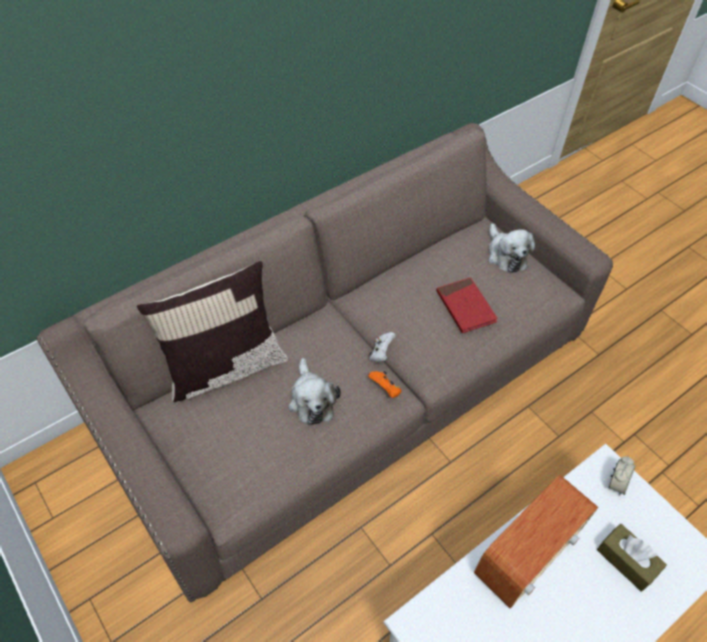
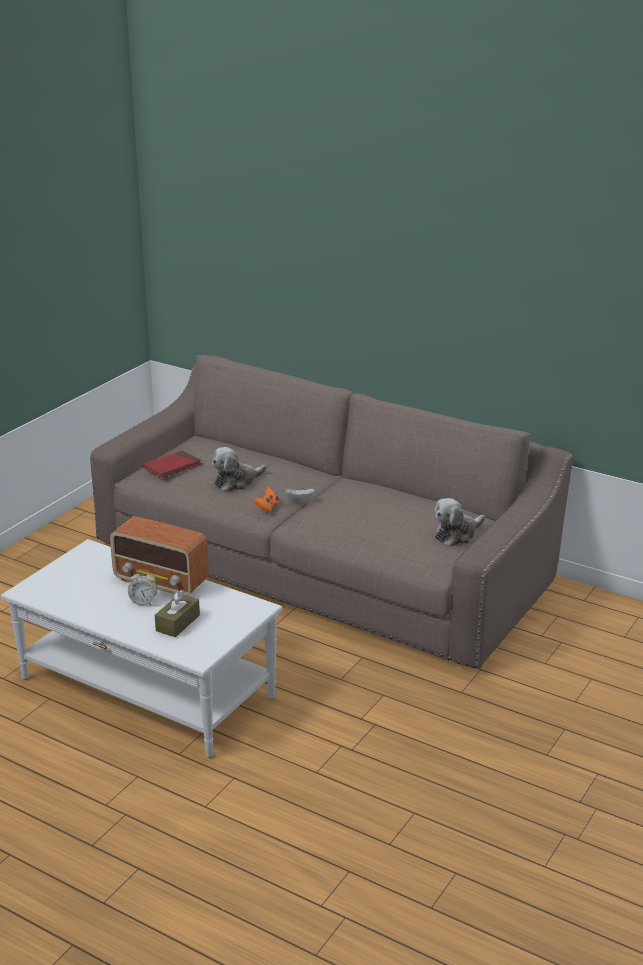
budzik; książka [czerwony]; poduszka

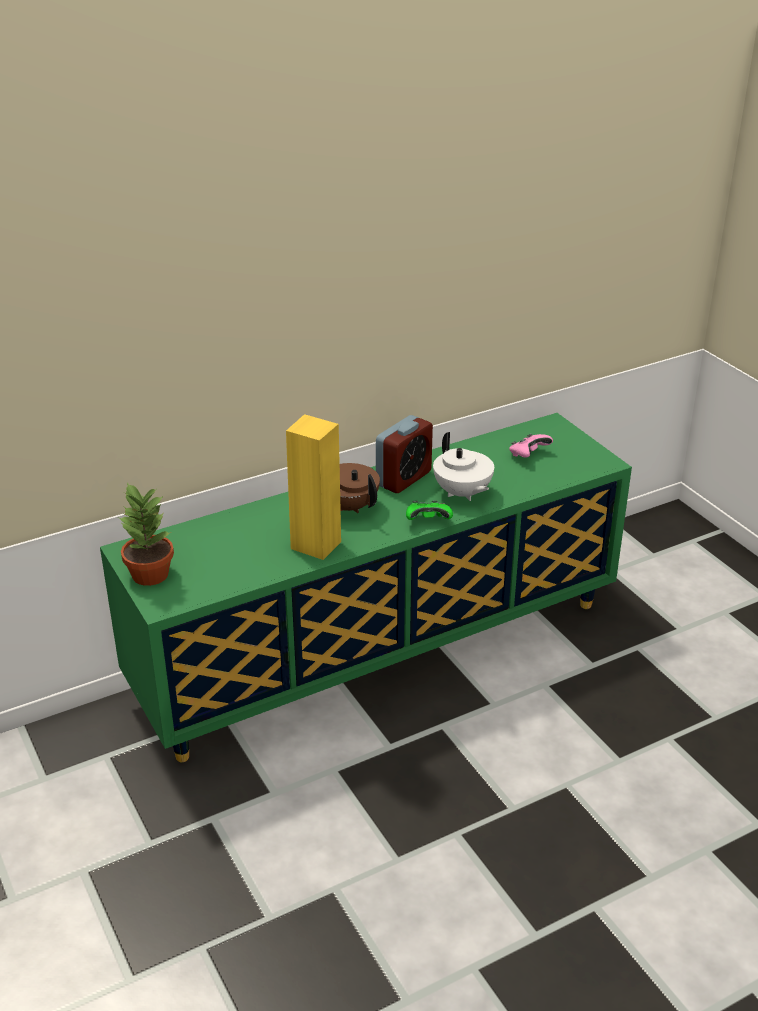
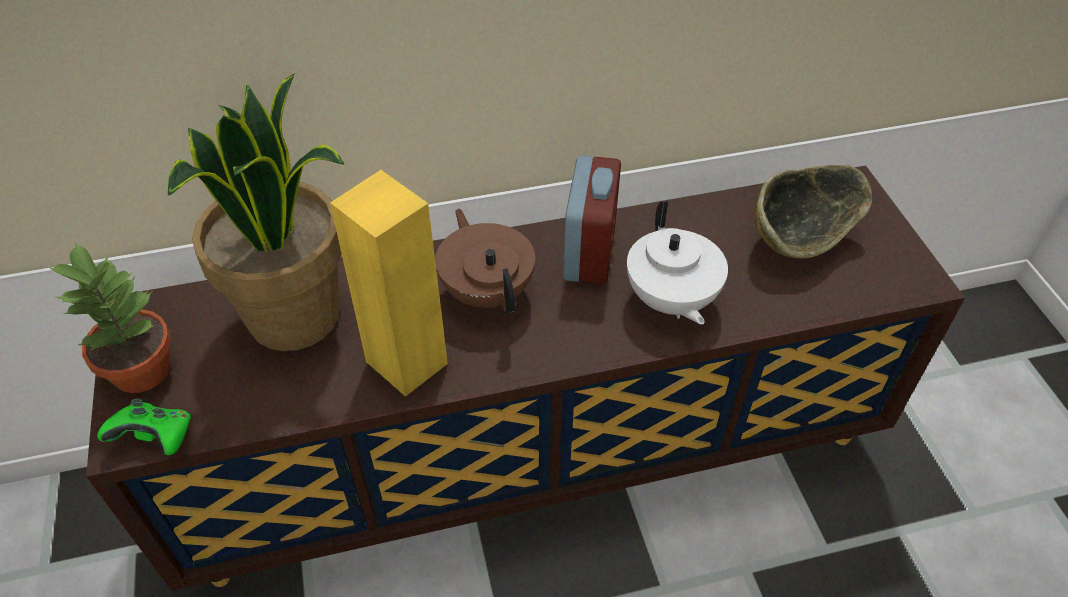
szafka pod telewizor [brązowy]; pad do gier [zielony]; roślina doniczkowa (no. 2 from left); budzik; miska

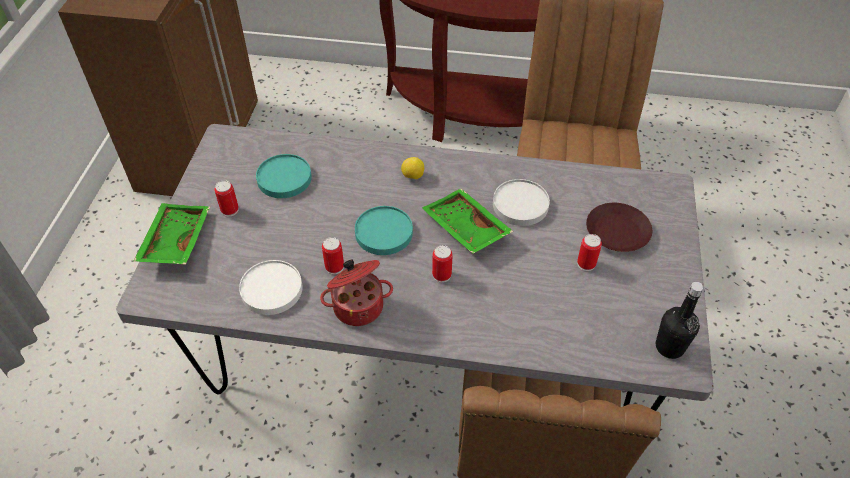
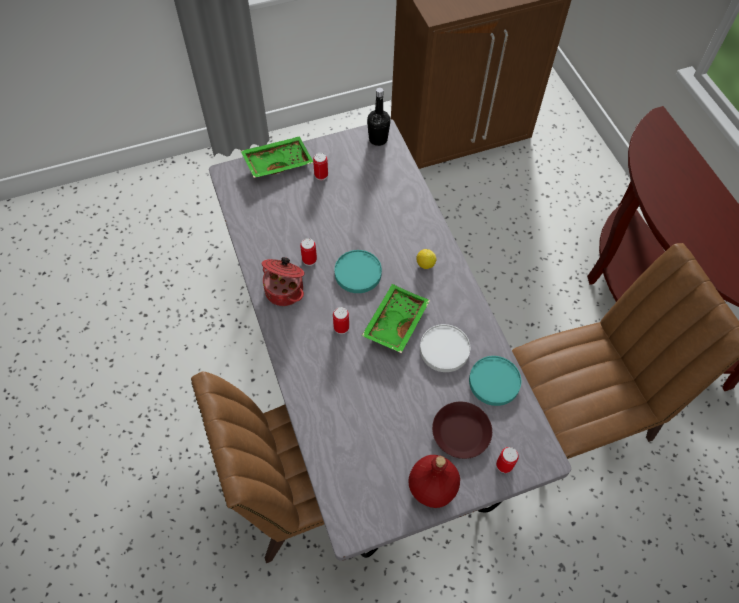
butelka [czarny]; butelka [czerwony]; talerz [turkusowy] (no. 2 from left); puszka (no. 4 from left); talerz [biały] (no. 1 from left in the first image)

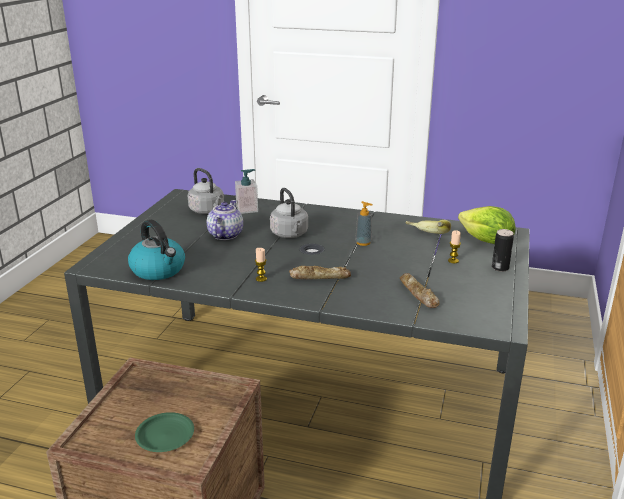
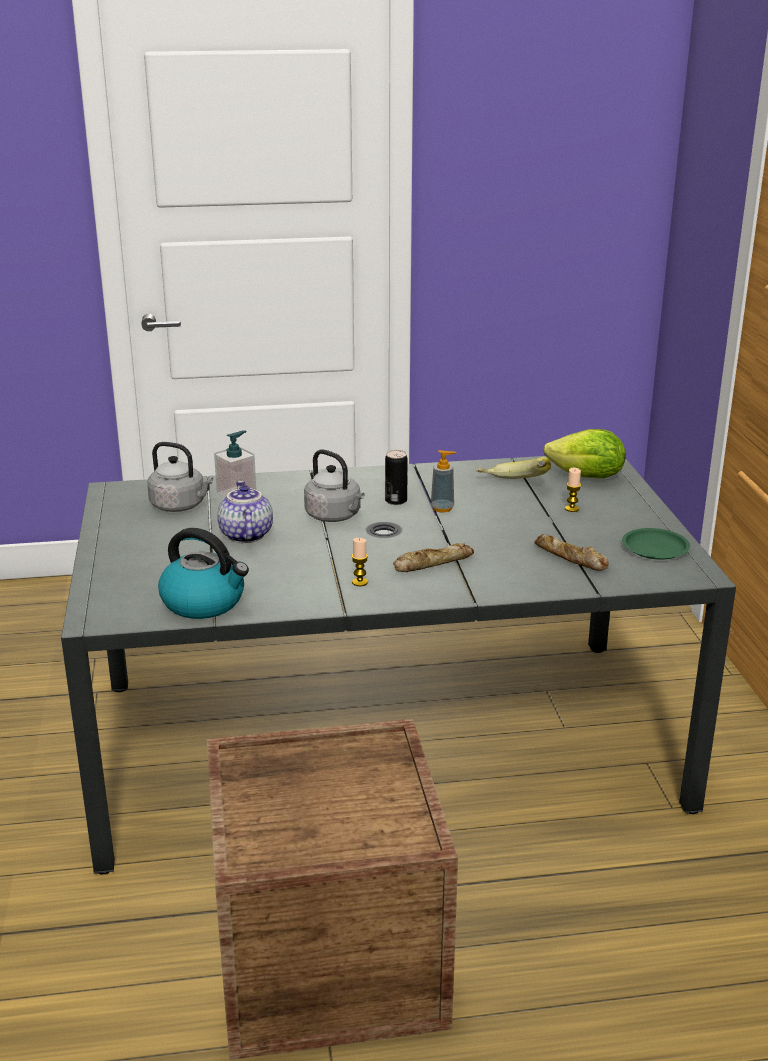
puszka; talerz [zielony]

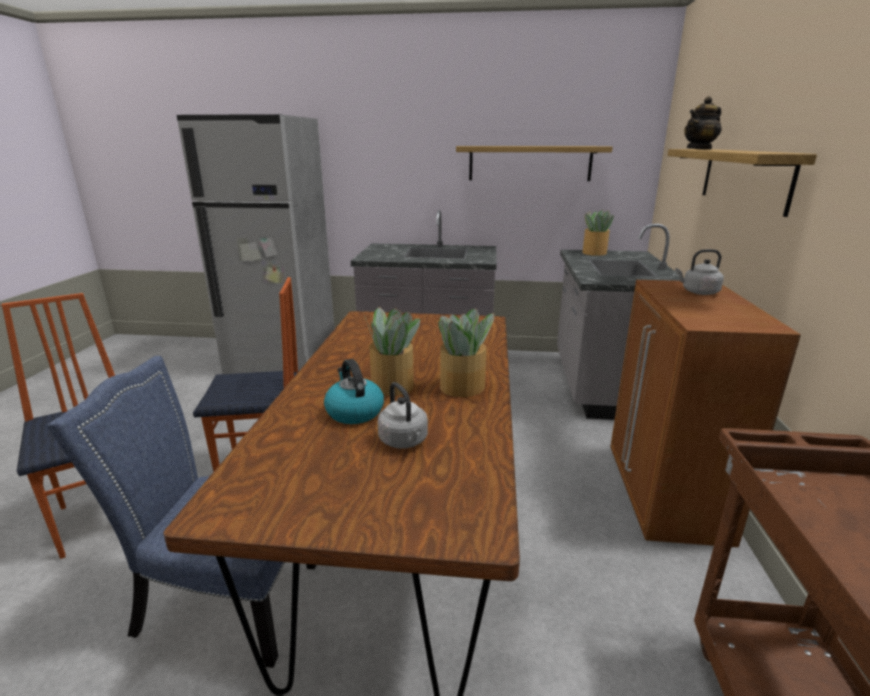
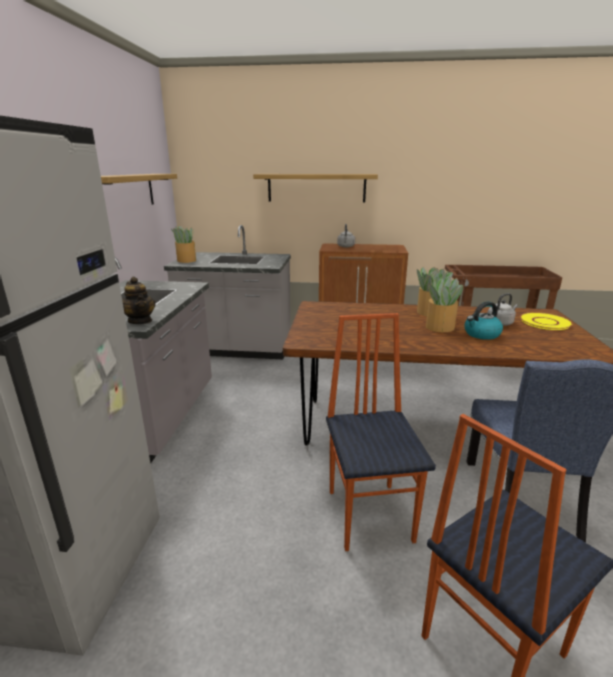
imbryk; talerz [żółty]

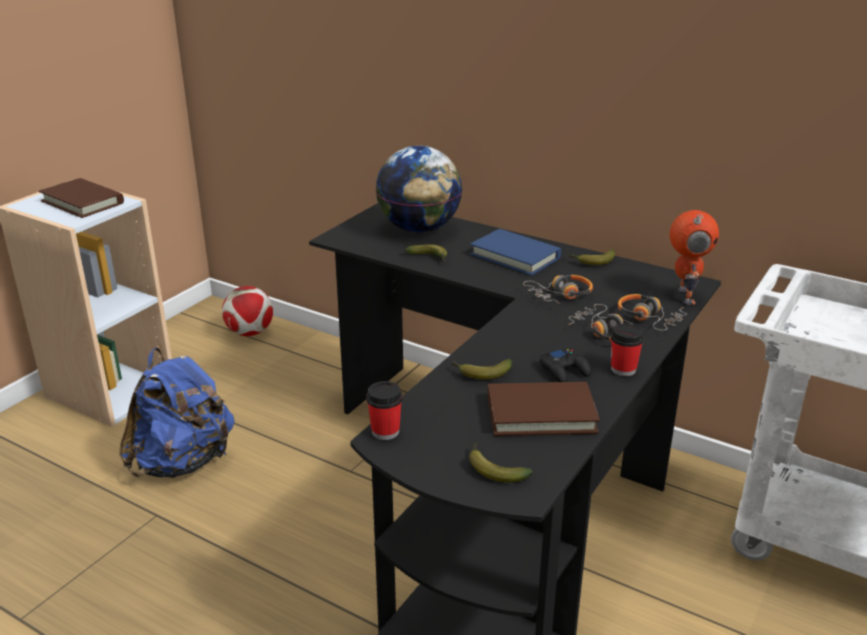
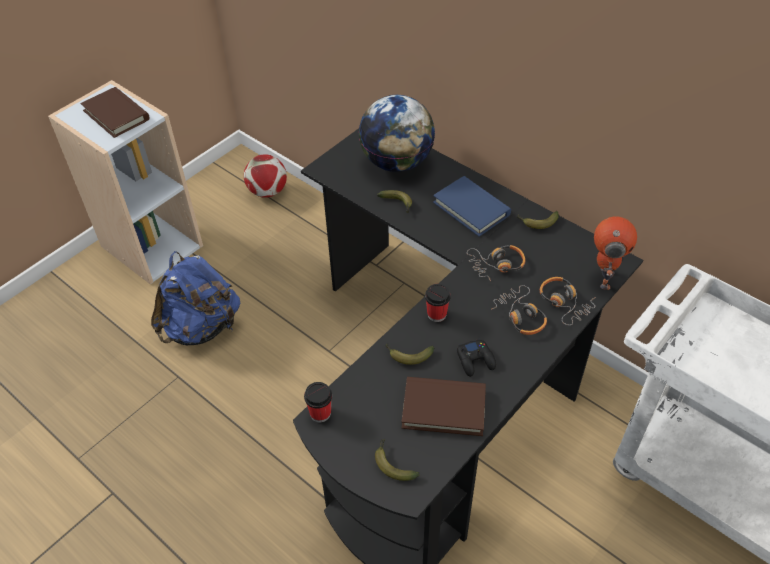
filiżanka (no. 2 from left)

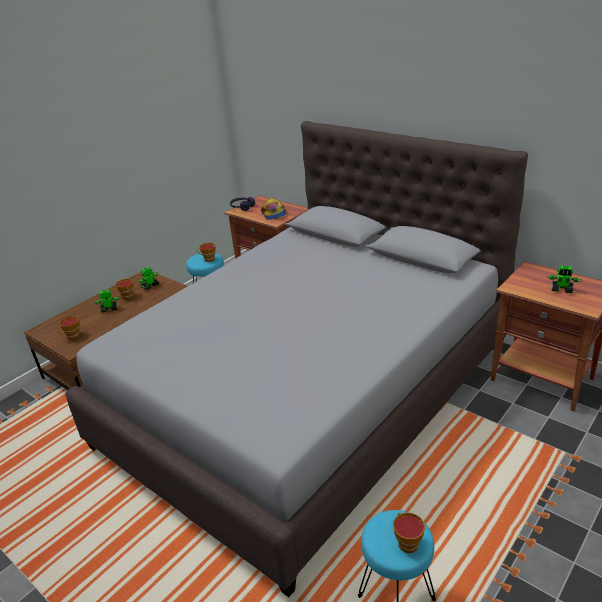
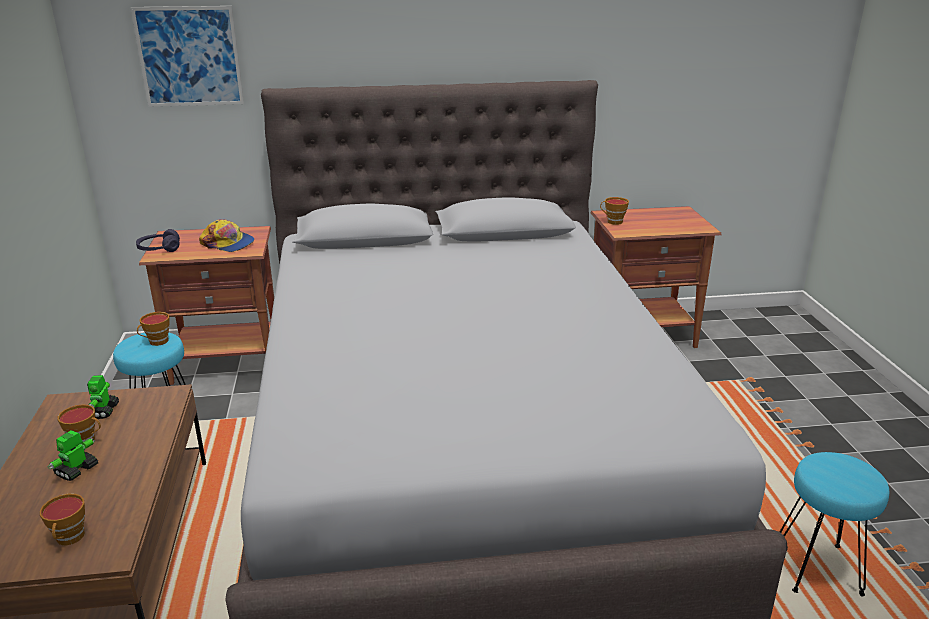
obraz; filiżanka (no. 4 from left); robot zabawkowy (no. 3 from left in the first image)

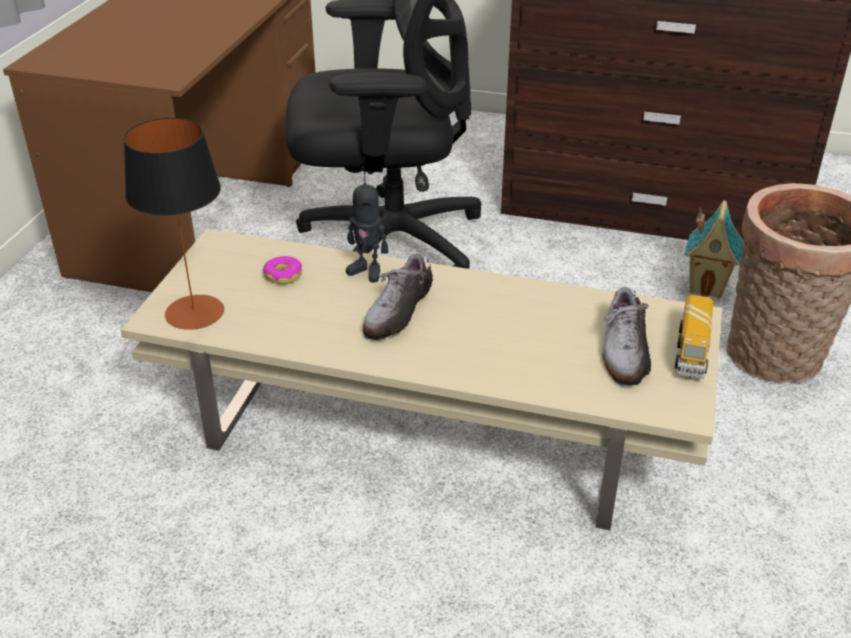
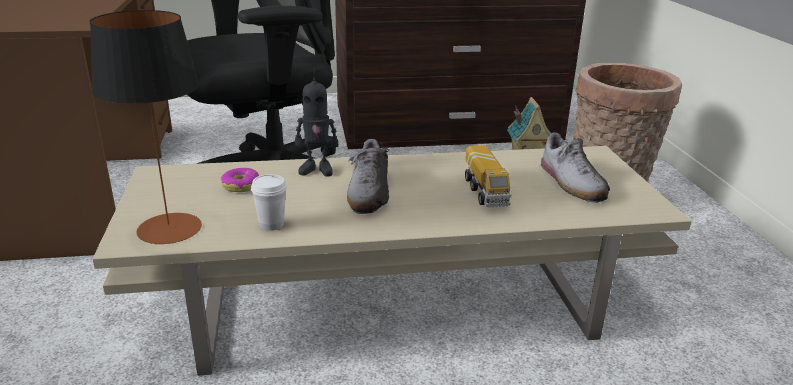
filiżanka [biały]; ciężarówka zabawkowa

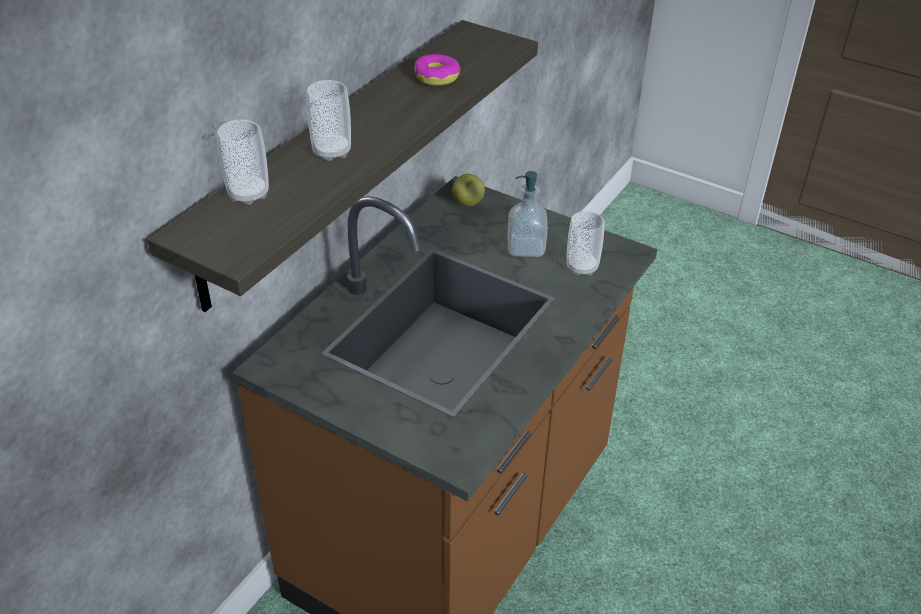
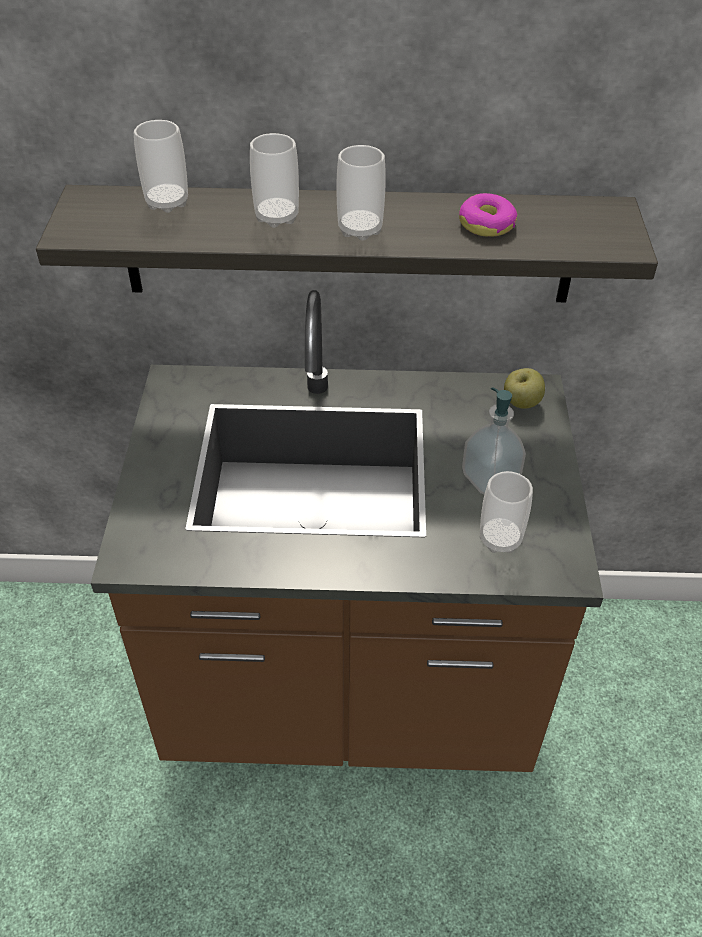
filiżanka (no. 3 from left)

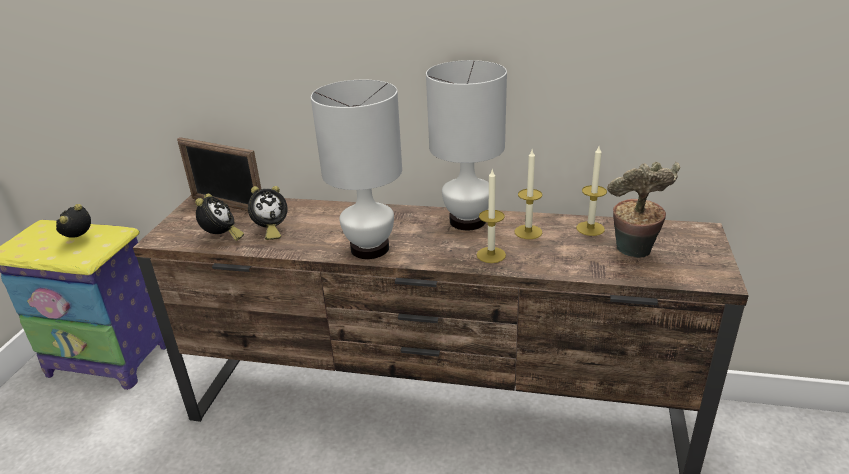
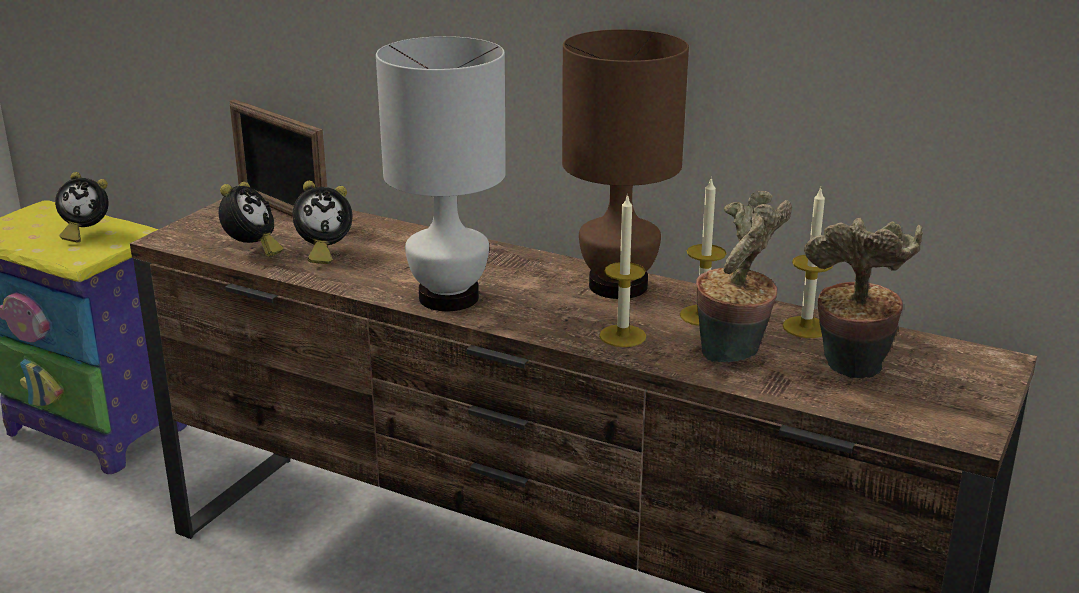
budzik (no. 1 from left); lampa stołowa [brązowy]; roślina doniczkowa (no. 1 from left)

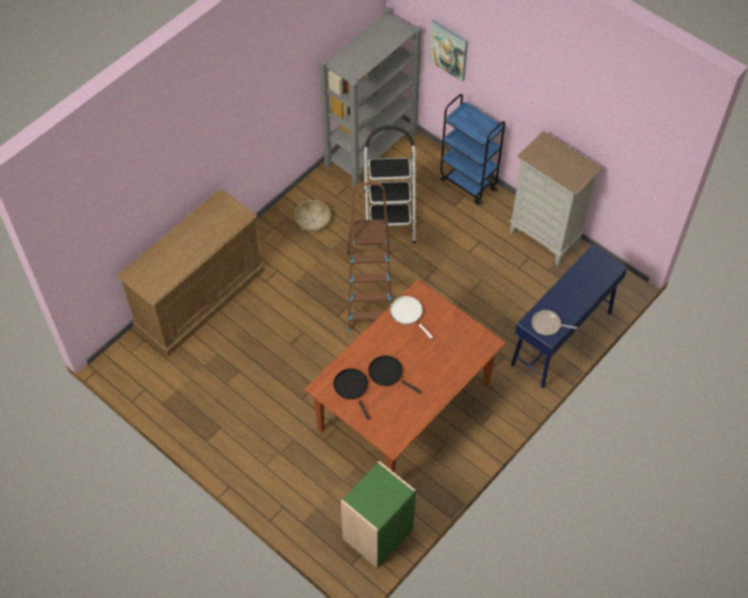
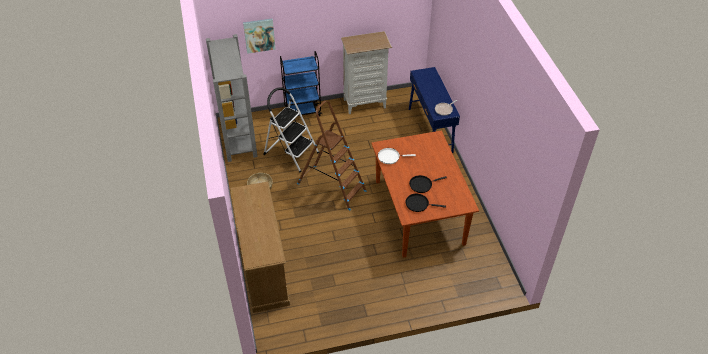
regał [zielony]

